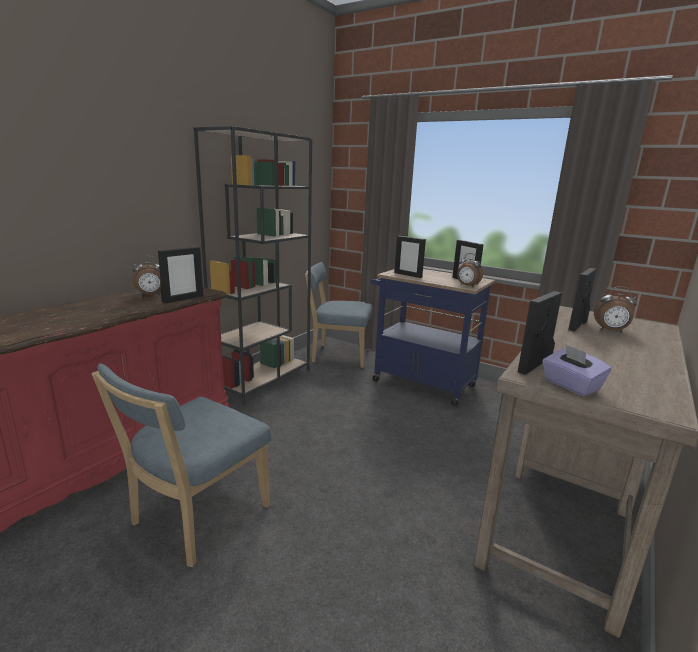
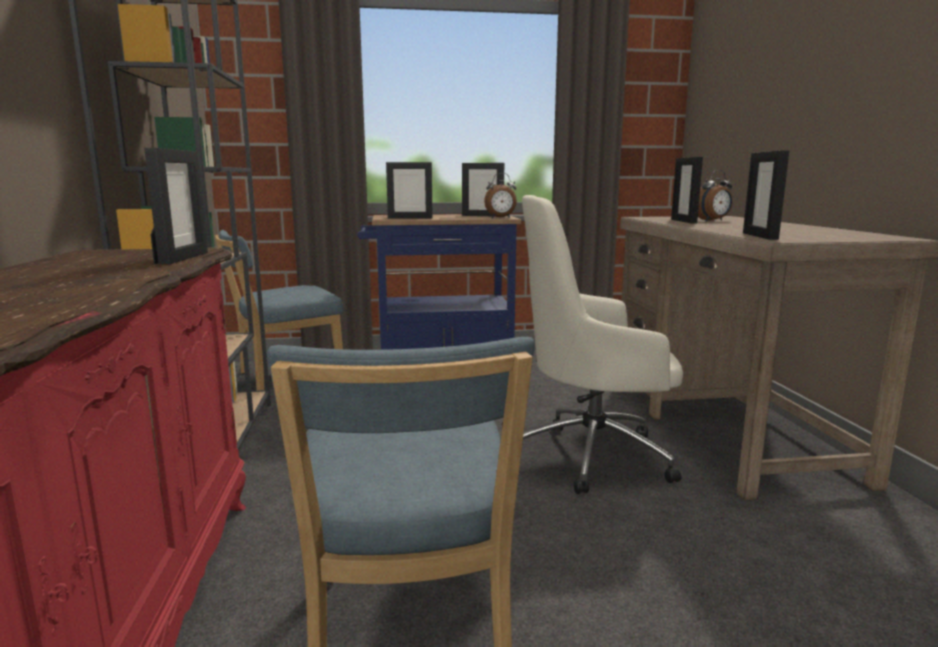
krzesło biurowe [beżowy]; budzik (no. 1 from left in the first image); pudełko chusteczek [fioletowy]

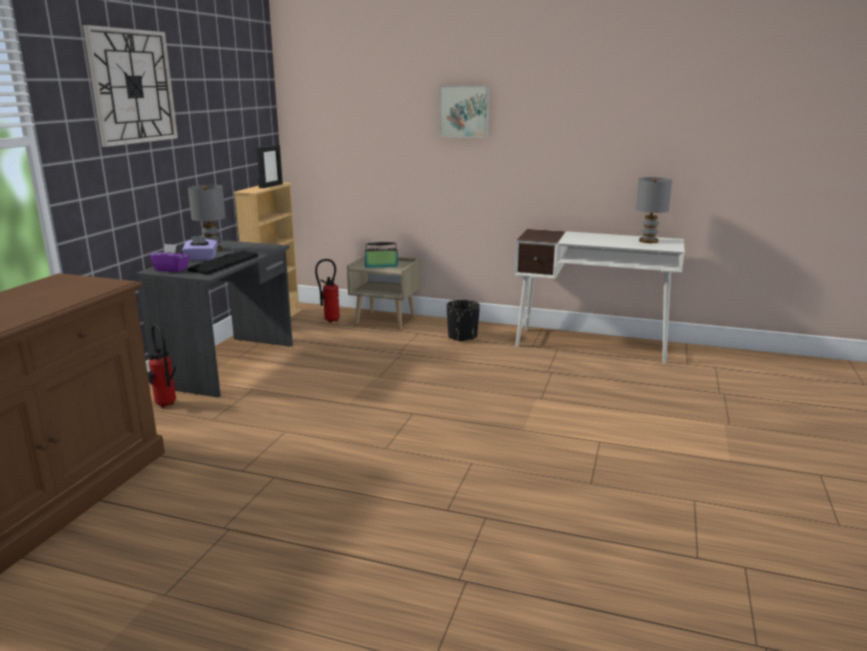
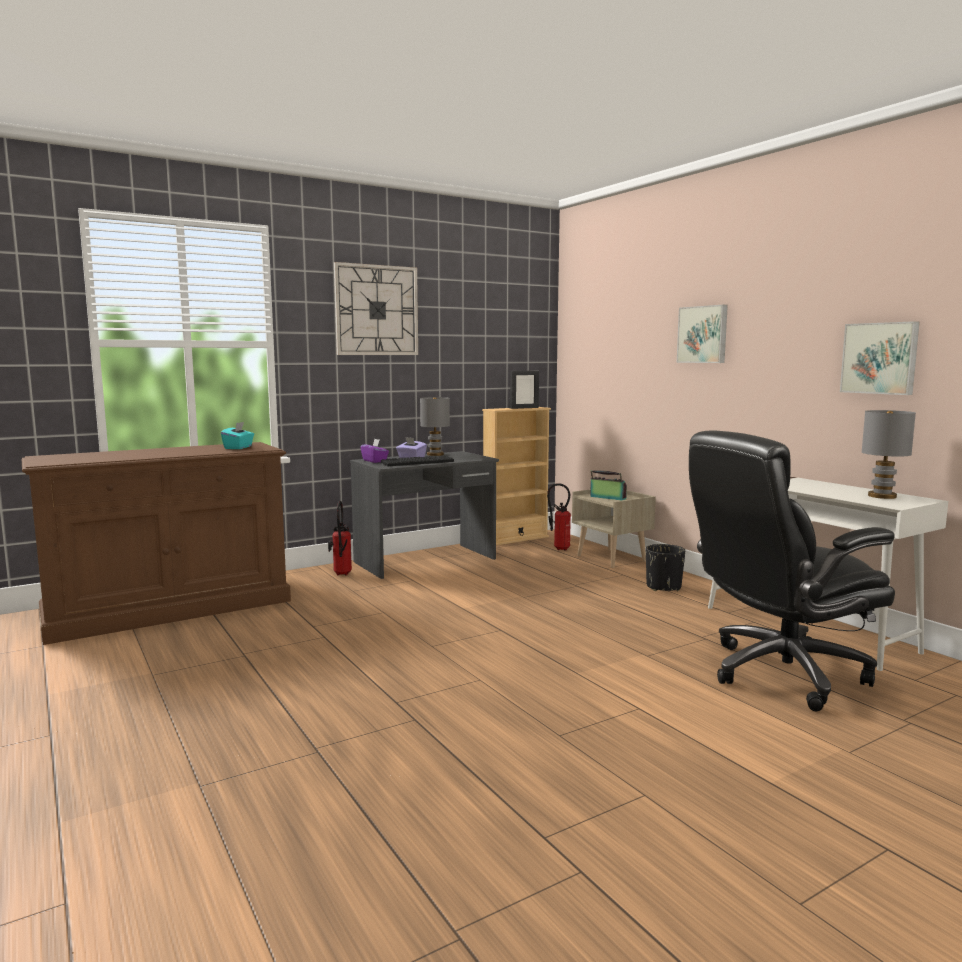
pudełko chusteczek [turkusowy]; krzesło biurowe [czarny]; obraz (no. 2 from left)

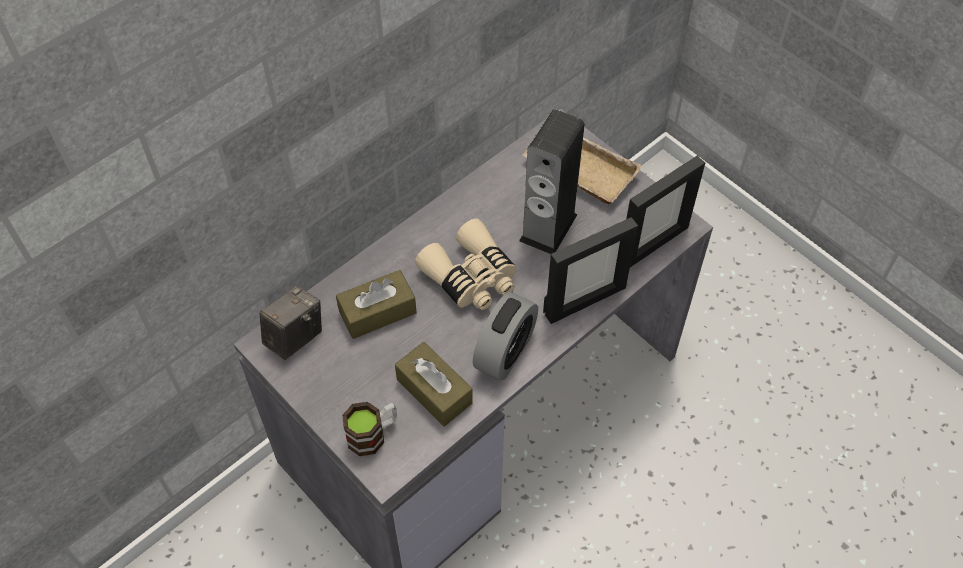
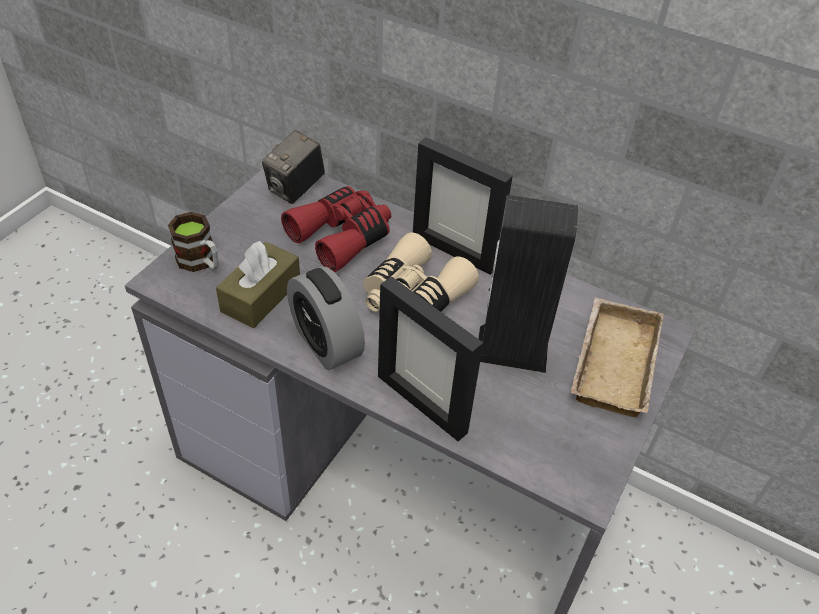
aparat fotograficzny; lornetka [czerwony]; budzik; ramka na zdjęcie (no. 2 from left)

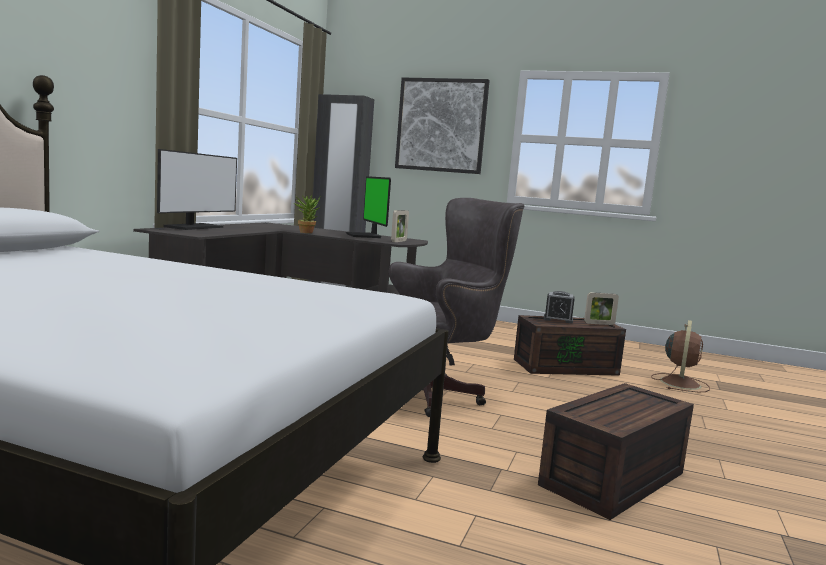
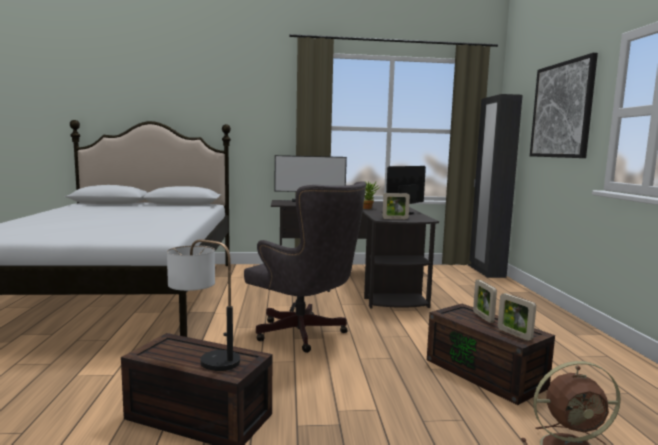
lampa stołowa; ramka na zdjęcie (no. 2 from left)

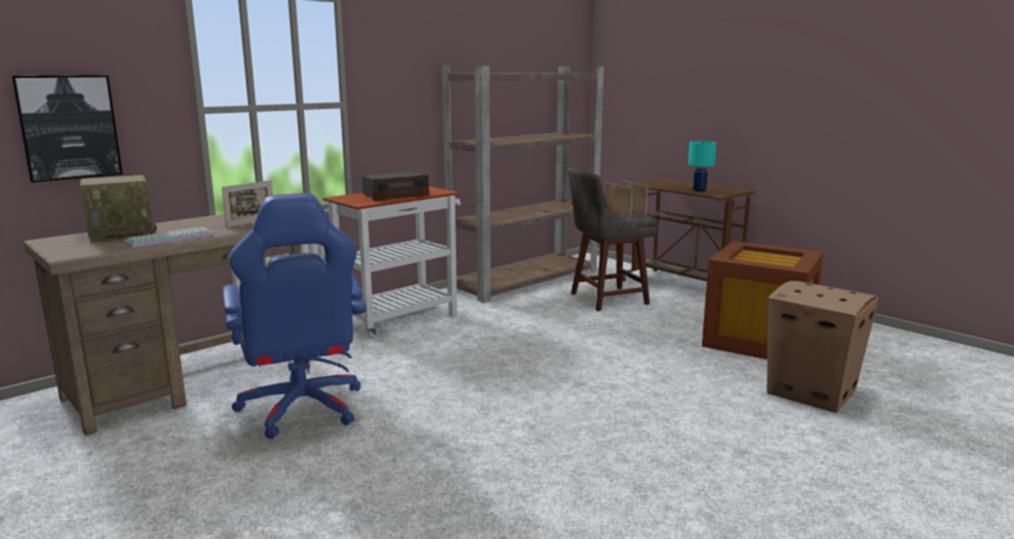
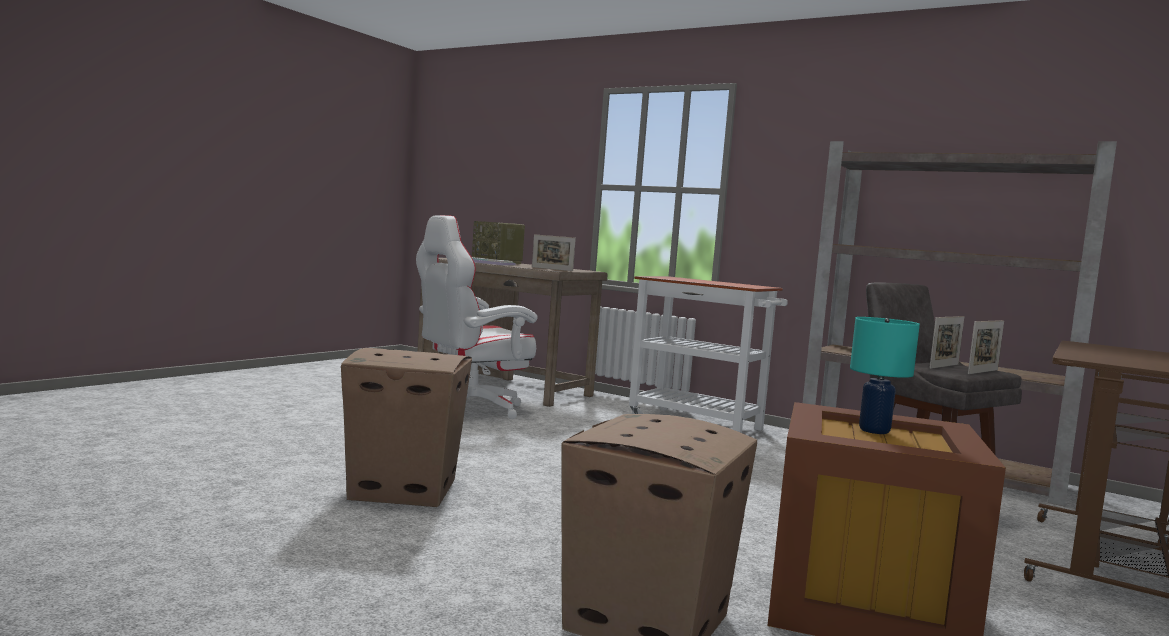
karton (no. 1 from left); krzesło biurowe [biały]; lampa stołowa [turkusowy]; obraz; radio (no. 2 from left in the first image)

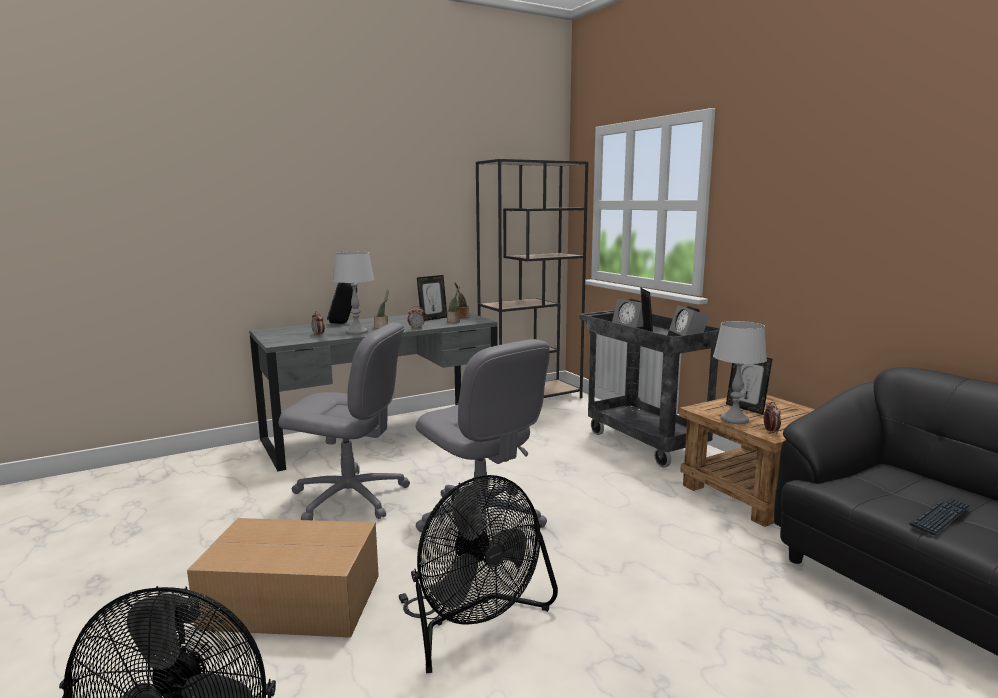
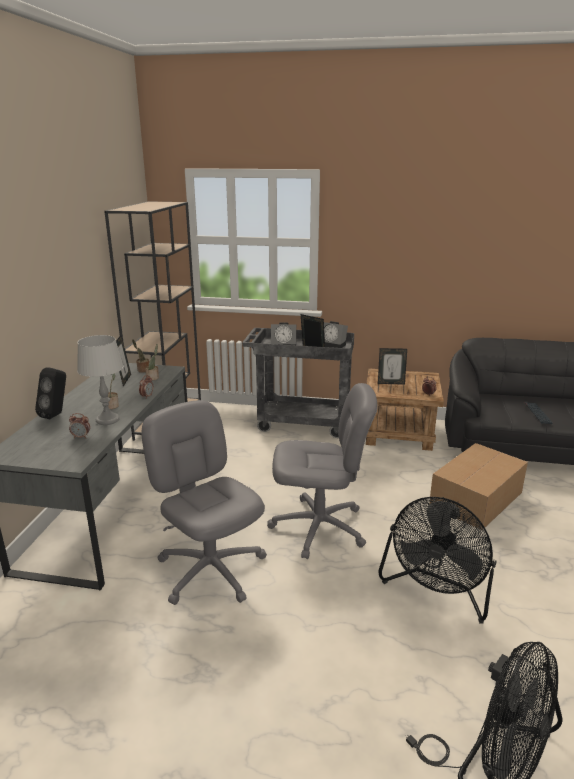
krzesło biurowe [szary] (no. 1 from left); wentylator [czarny] (no. 1 from left); karton; lampa stołowa [szary] (no. 2 from left in the first image)

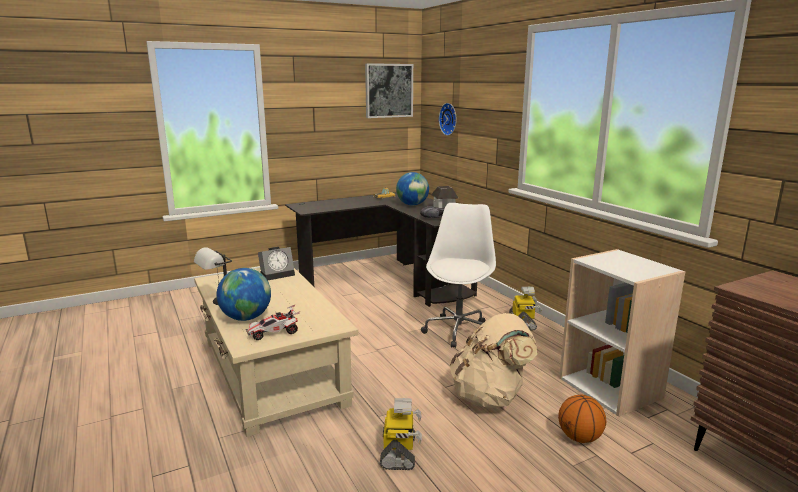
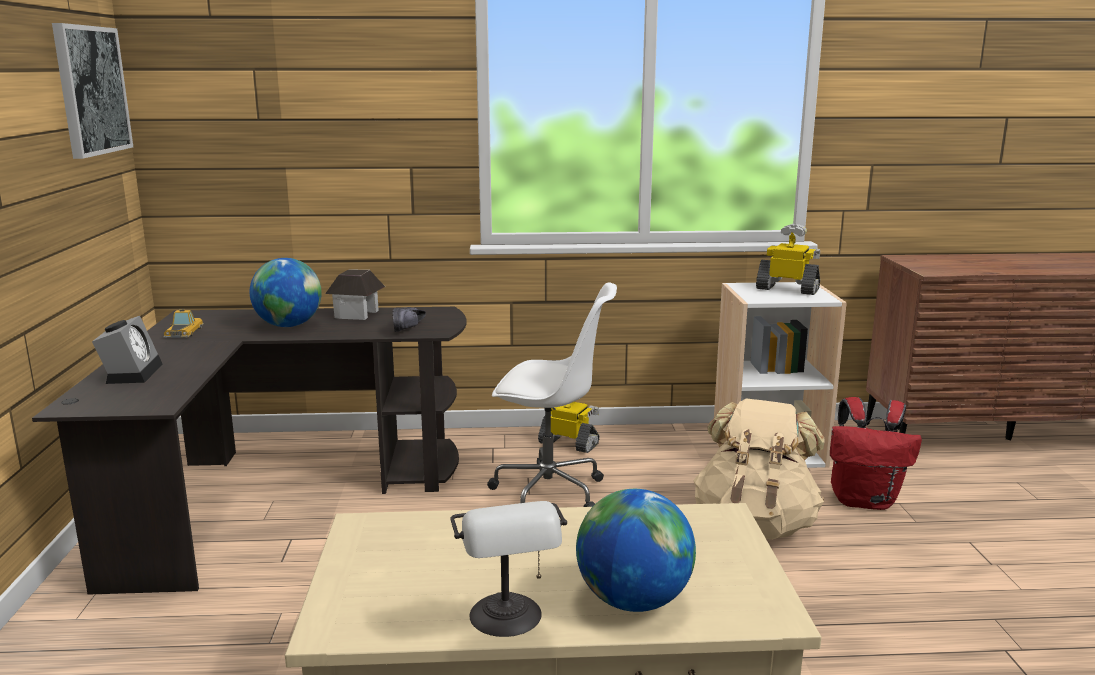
budzik; krzesło biurowe [biały]; robot zabawkowy (no. 2 from left); plecak [czerwony]; samochodzik (no. 1 from left in the first image); zegar ścienny

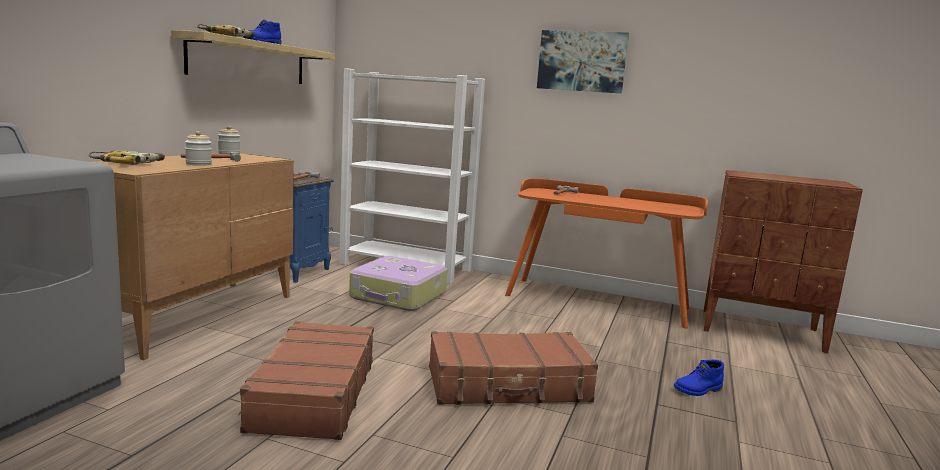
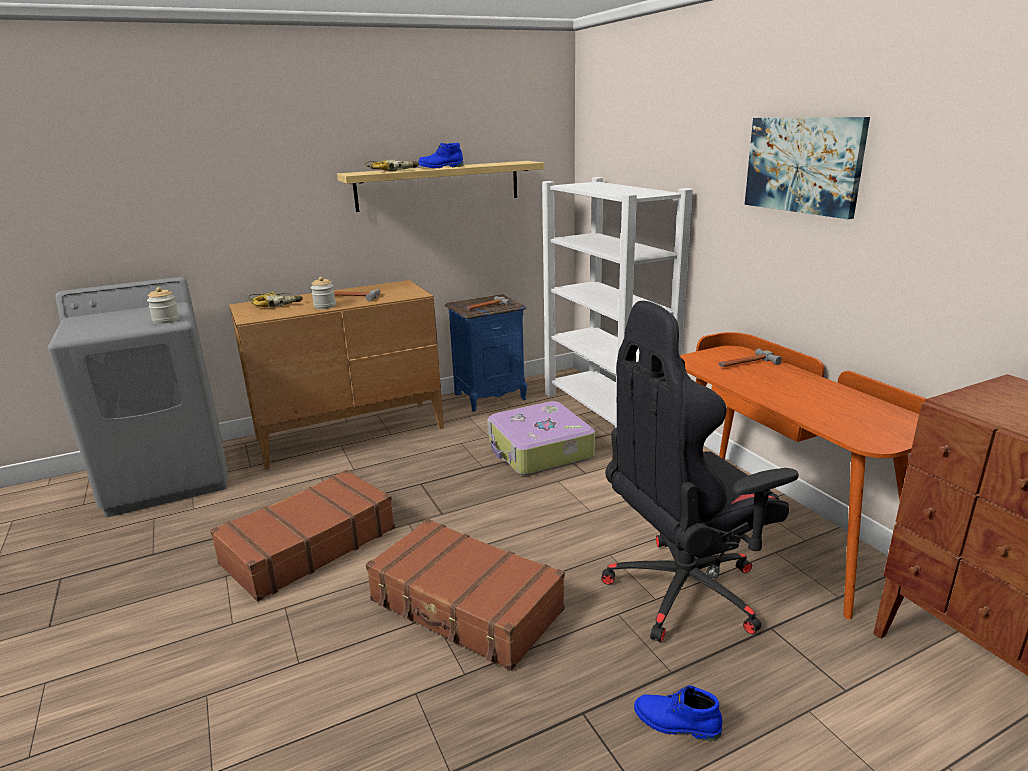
słoik (no. 1 from left); krzesło biurowe [czarny]

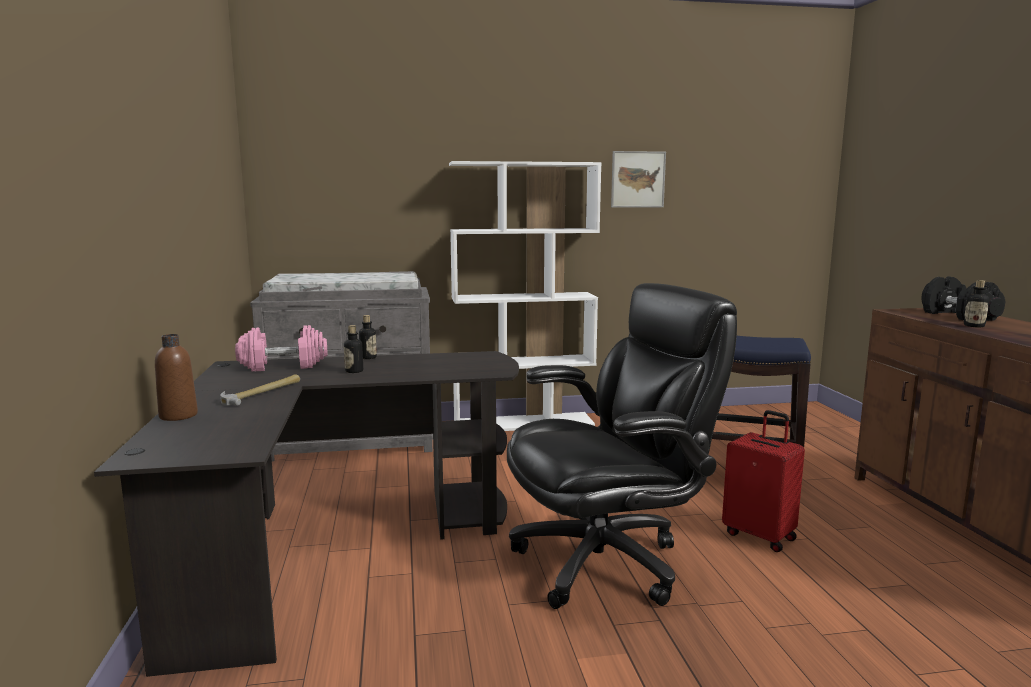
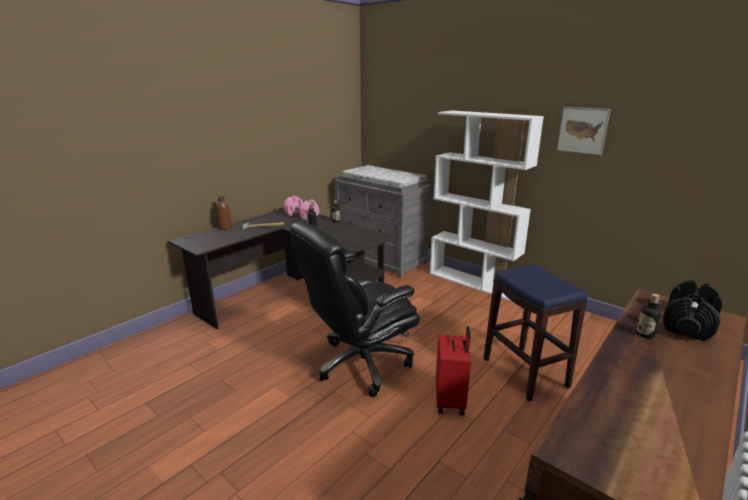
krzesło biurowe [czarny]

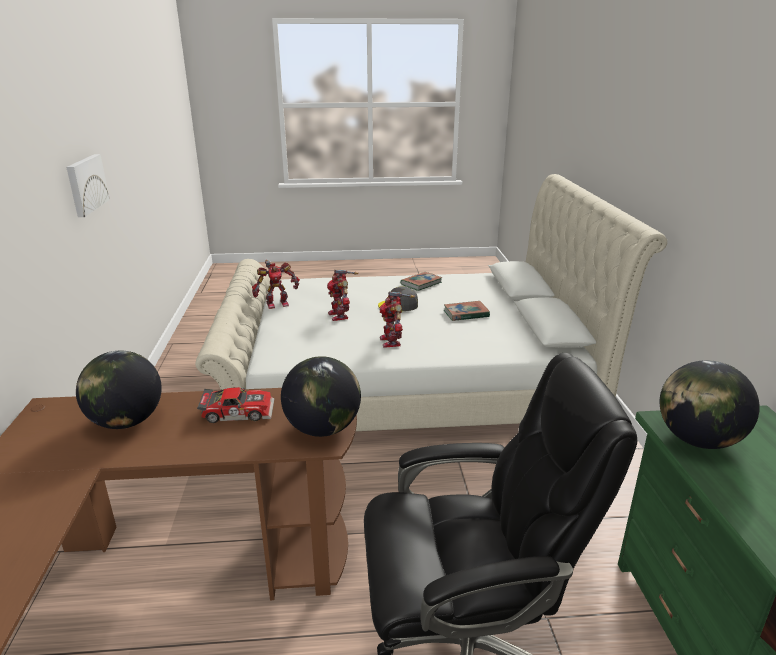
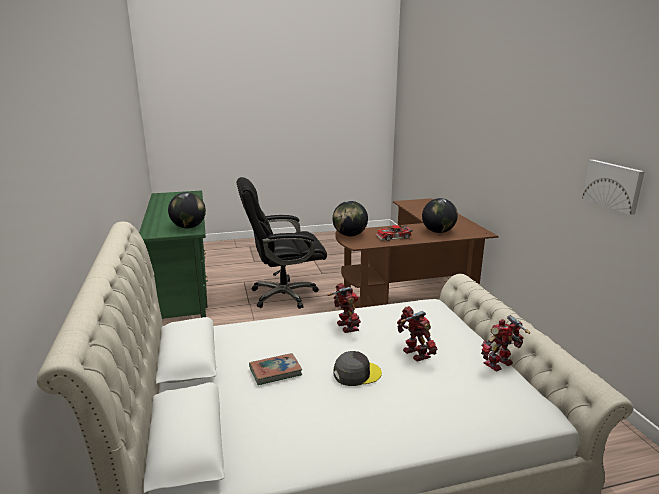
książka (no. 1 from left in the first image)

